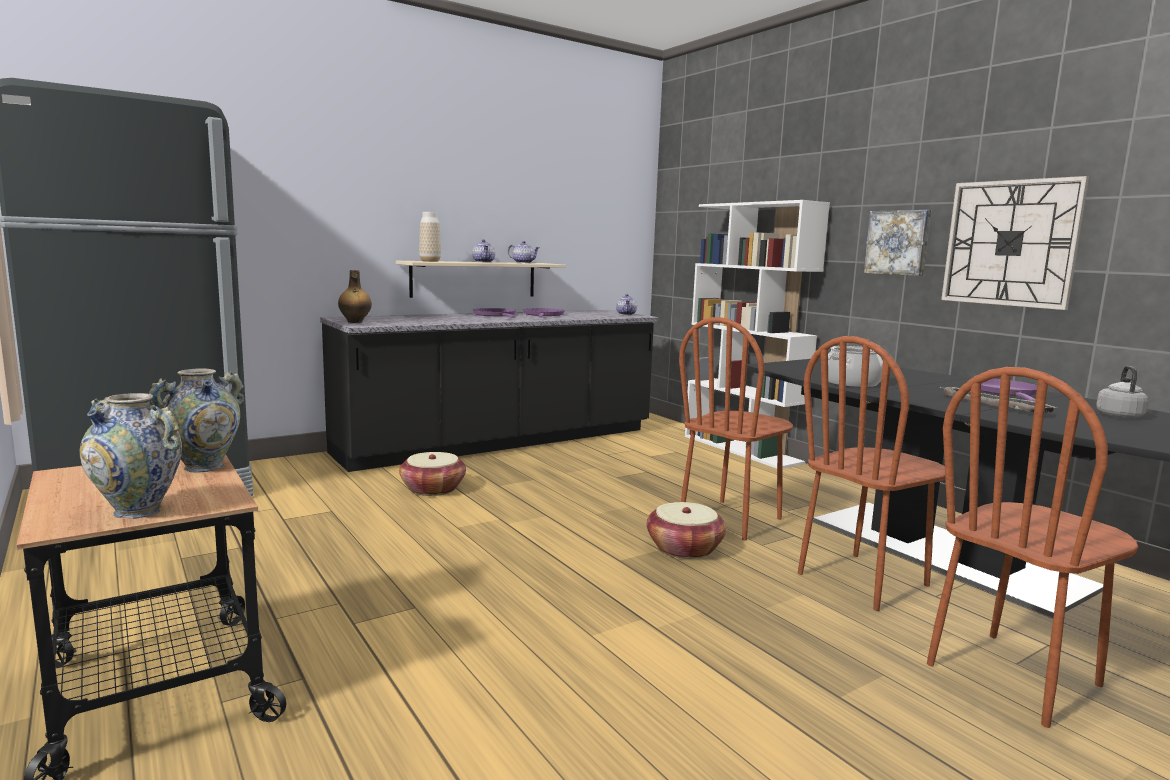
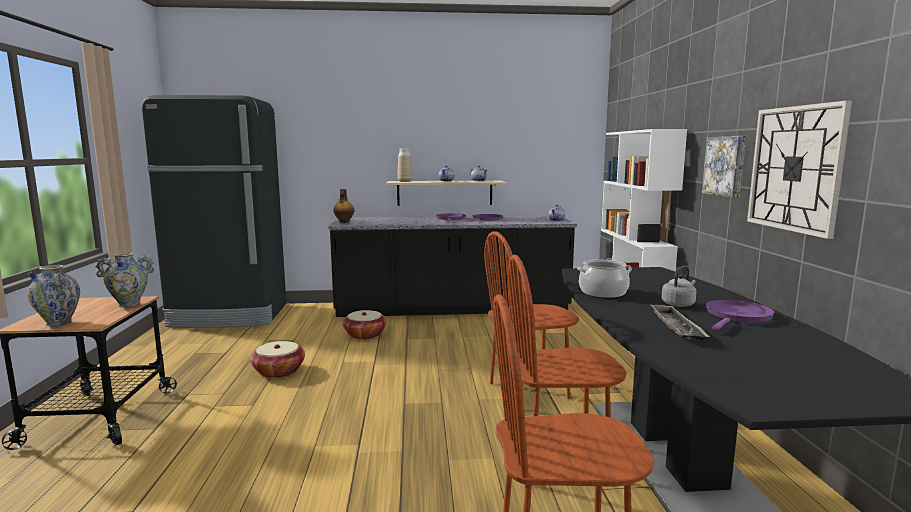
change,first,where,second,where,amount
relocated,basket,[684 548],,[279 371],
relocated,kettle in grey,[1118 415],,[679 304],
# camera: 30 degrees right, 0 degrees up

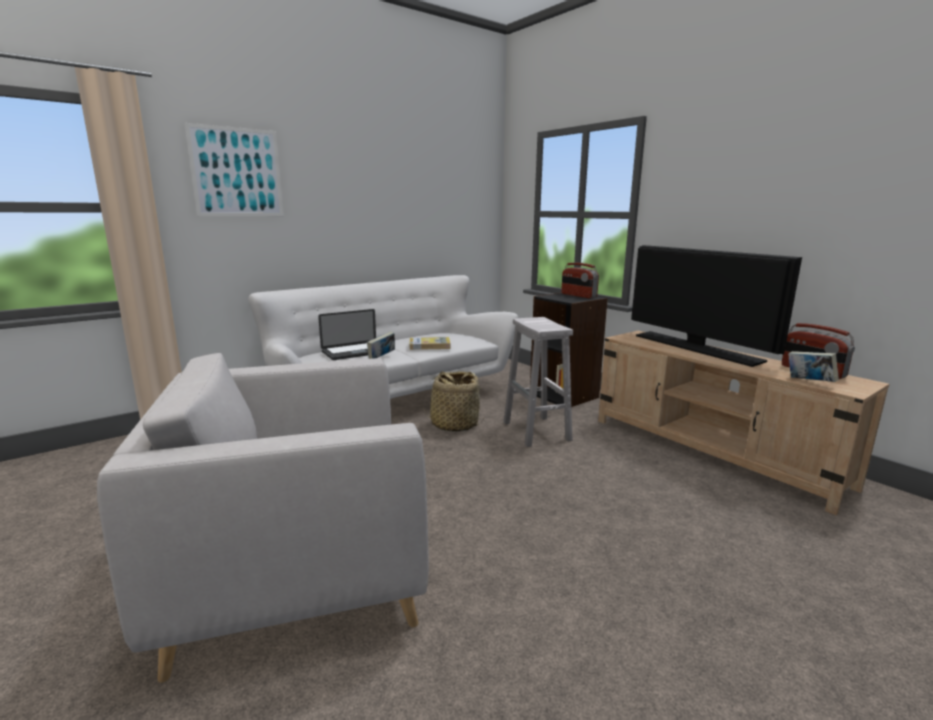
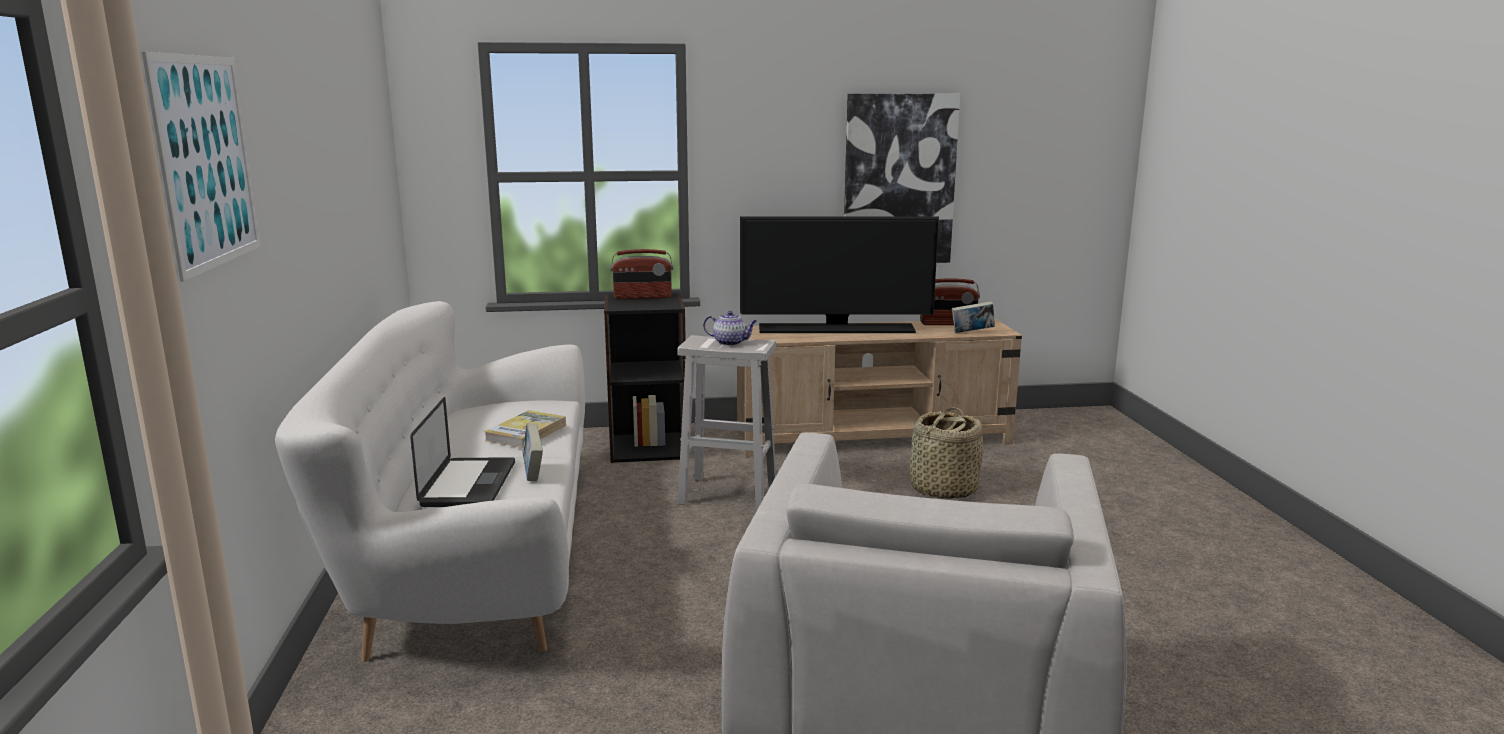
change,first,where,second,where,amount
appeared,,,teapot,[731 343],
appeared,,,picture,[899 180],
relocated,basket,[454 424],,[942 489],
# camera: 60 degrees left, 0 degrees up

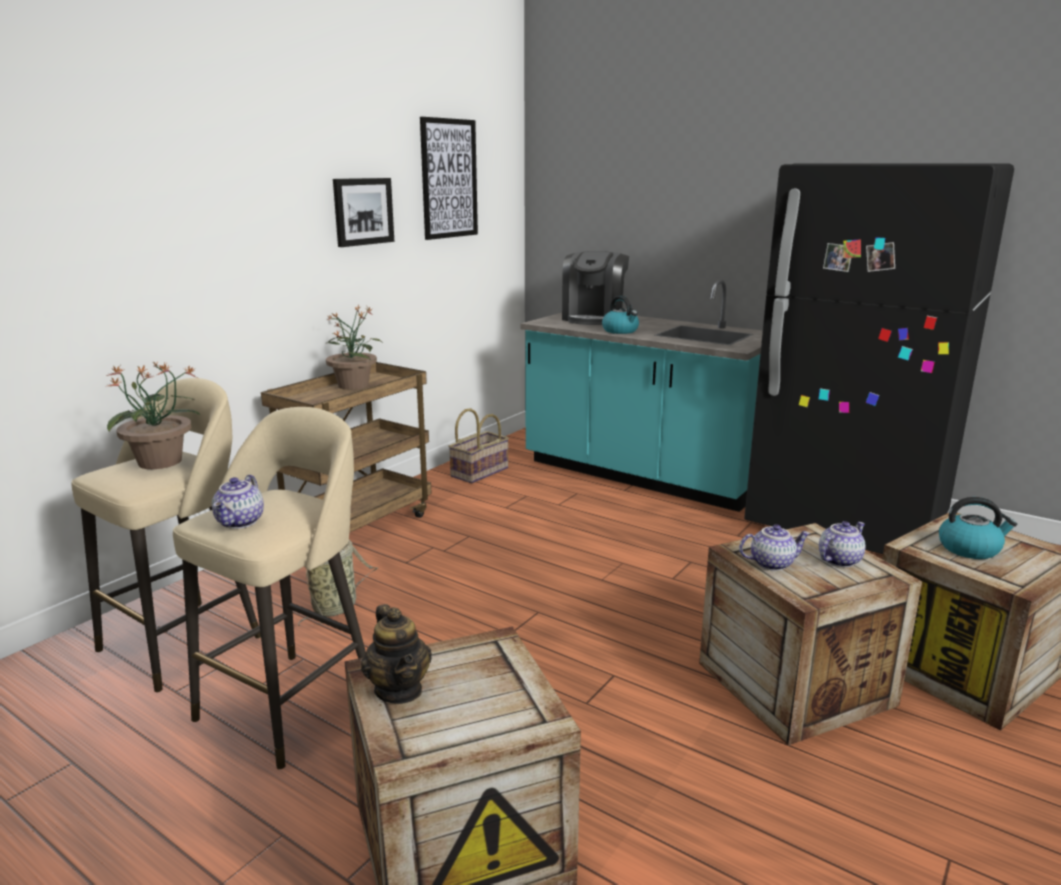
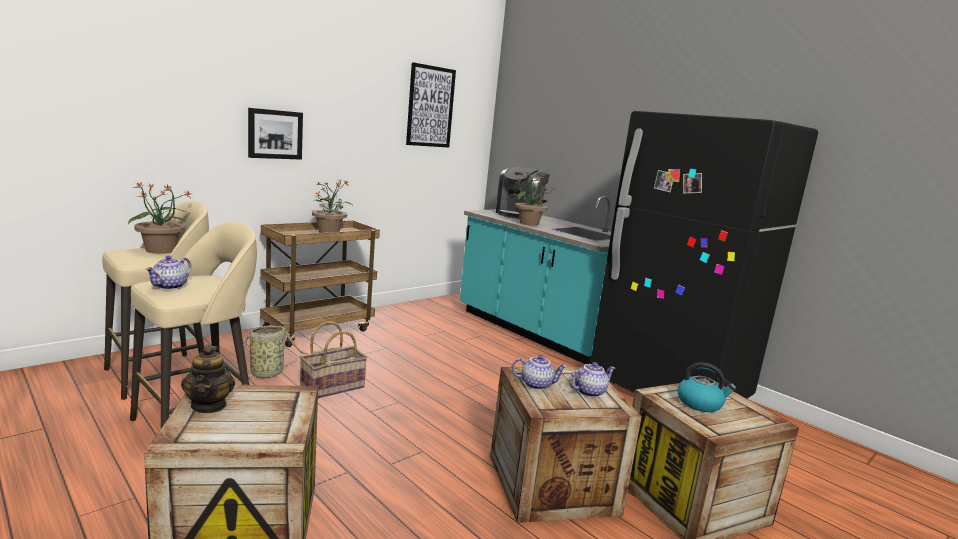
change,first,where,second,where,amount
relocated,picture,[363 211],,[275 134],
relocated,basket,[479 472],,[332 387],
exchanged,kettle,[620 331],potted plant,[528 223],
# camera: 10 degrees right, 5 degrees down

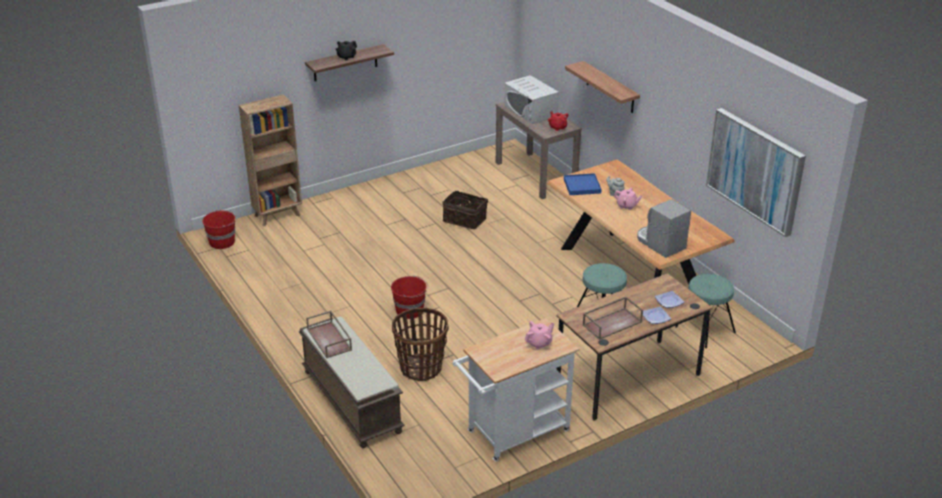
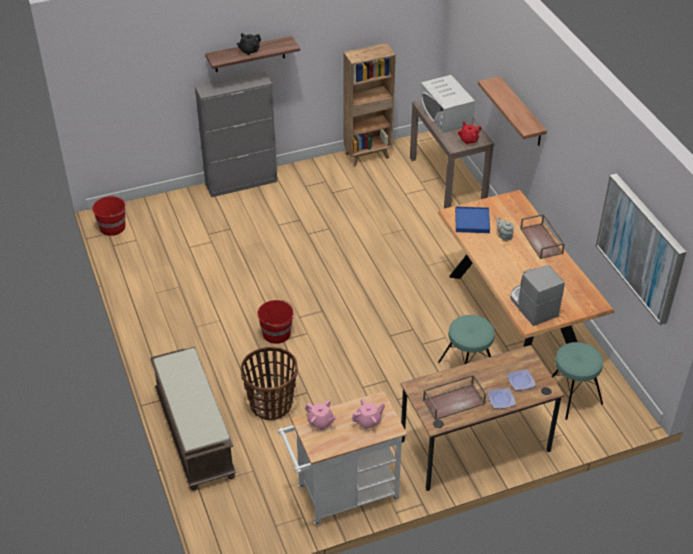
change,first,where,second,where,amount
missing,basket,[465 219],,,
appeared,,,cabinet in grey,[241 183],
relocated,bookcase in brown,[278 215],,[368 155],
relocated,tray in brown,[330 340],,[542 241],
relocated,teapot in pink,[627 206],,[320 422],
# camera: 10 degrees right, 10 degrees up

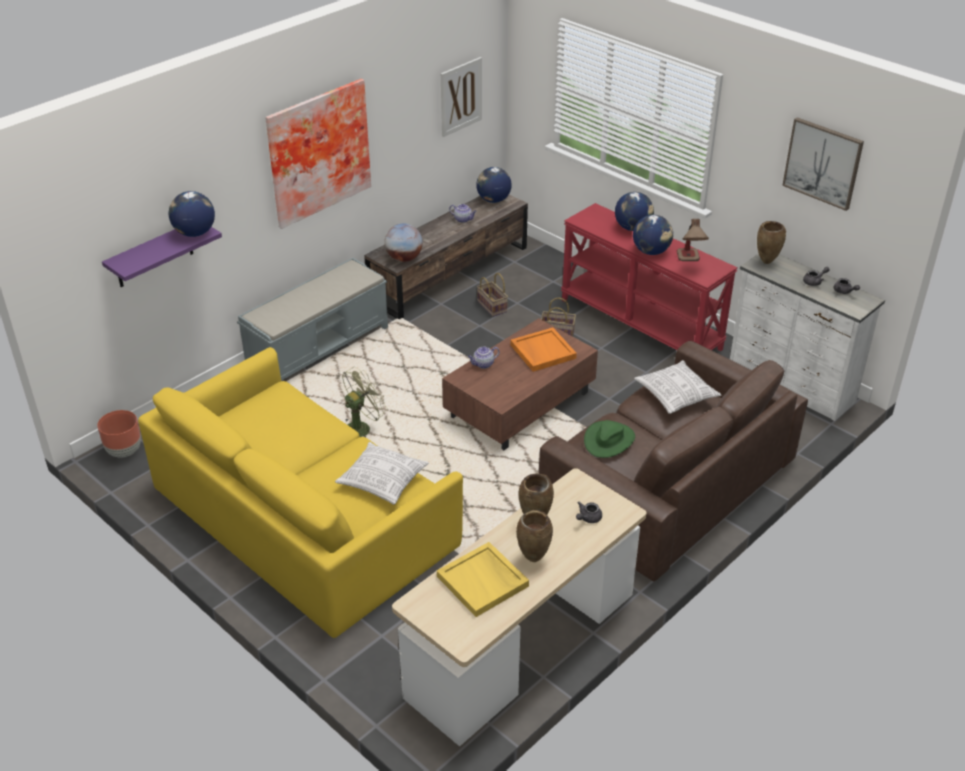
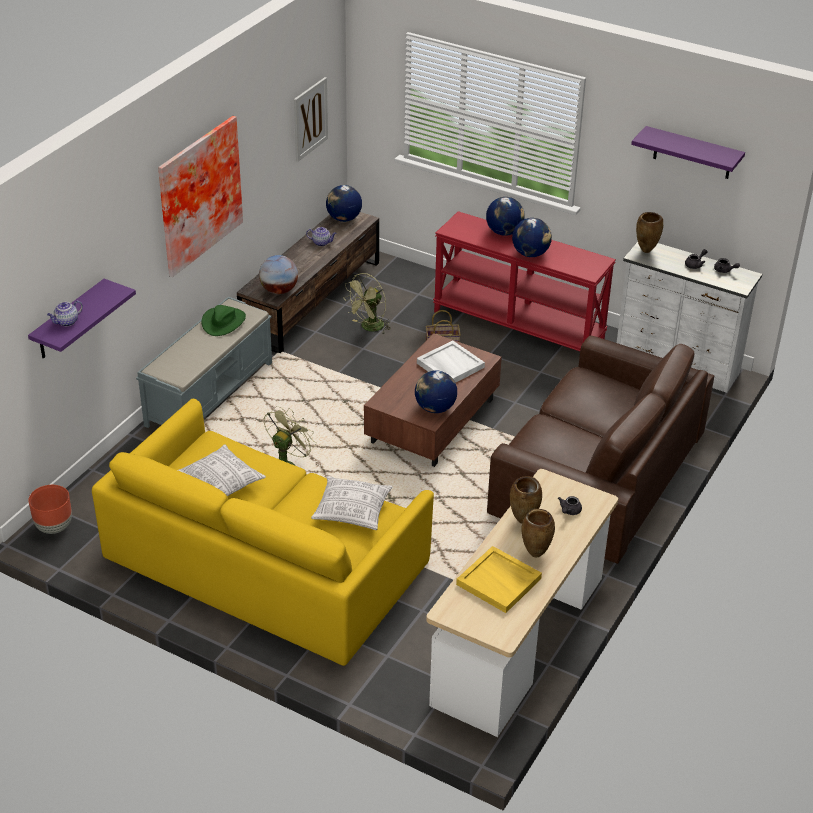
change,first,where,second,where,amount
missing,table lamp,[689 262],,,
relocated,globe,[194 233],,[435 408],
relocated,teapot,[483 364],,[66 322],
relocated,hat in green,[609 440],,[223 322],
relocated,pillow,[675 395],,[220 483],
exchanged,basket,[493 307],fan in green,[369 328],
exchanged,picture,[823 163],shelf in purple,[692 153],
colour,tray in orange,[542 351],tray in white,[449 365],
# camera: 15 degrees left, 0 degrees up

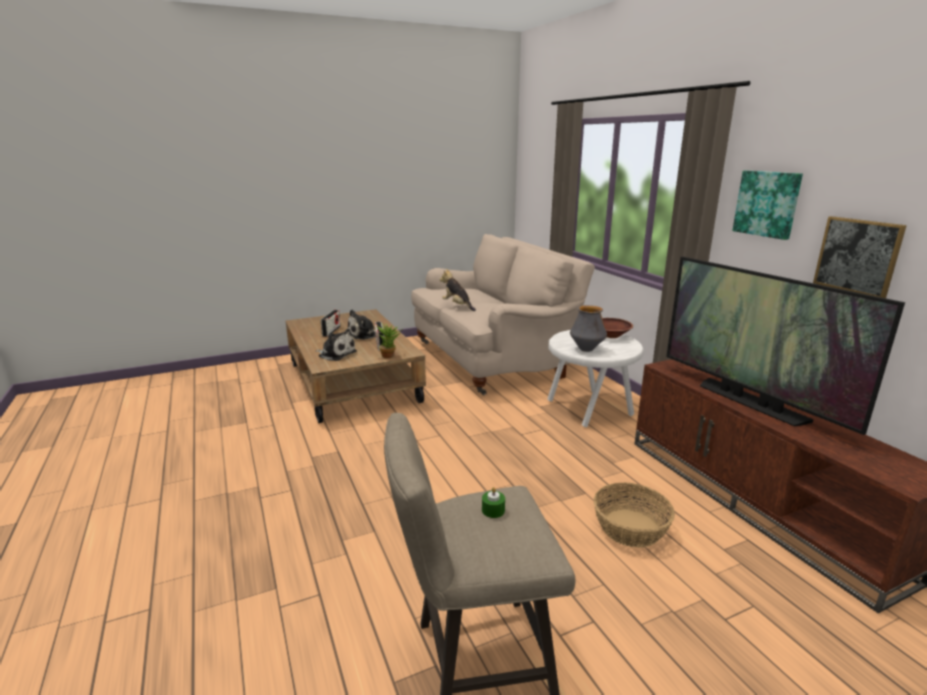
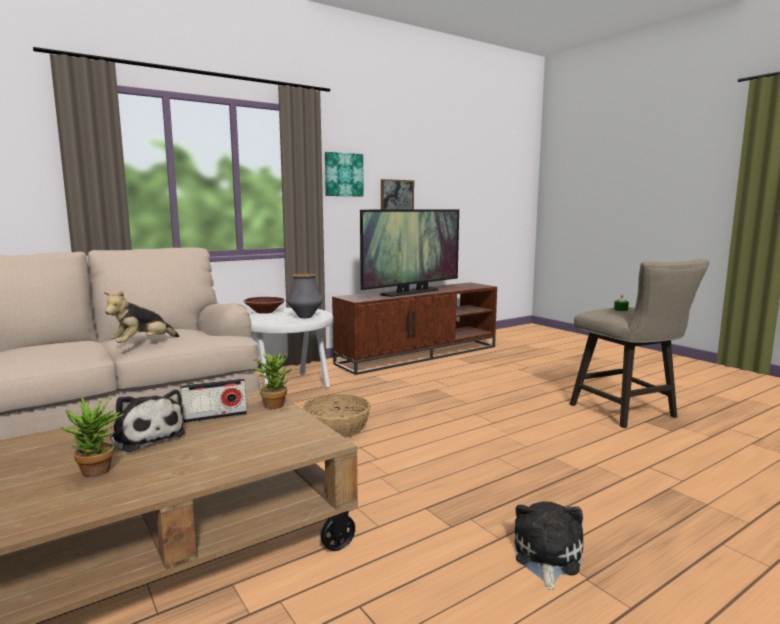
change,first,where,second,where,amount
relocated,plush toy,[336 354],,[546 557],
relocated,basket,[631 528],,[337 428],
exchanged,radio,[331 331],potted plant,[98 473],
# camera: 100 degrees left, 10 degrees down

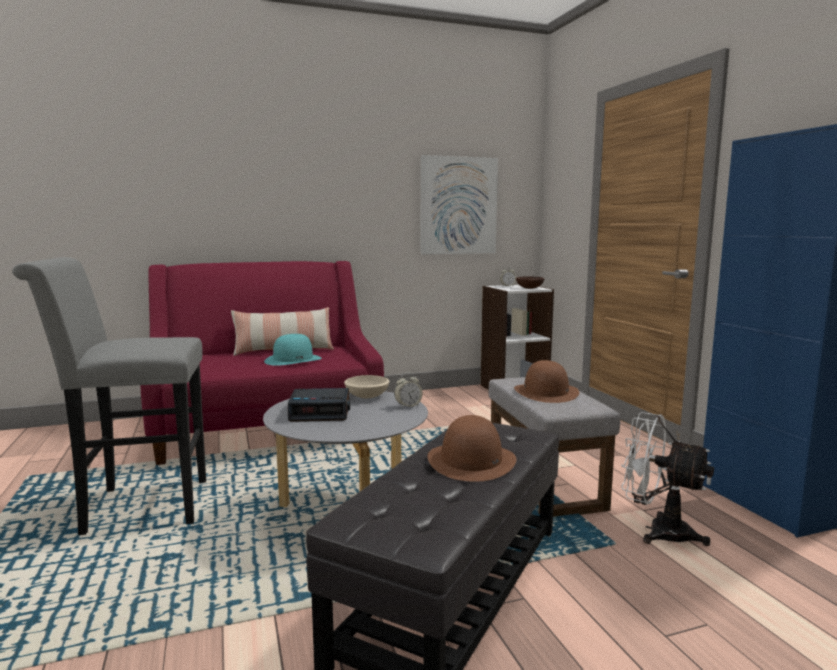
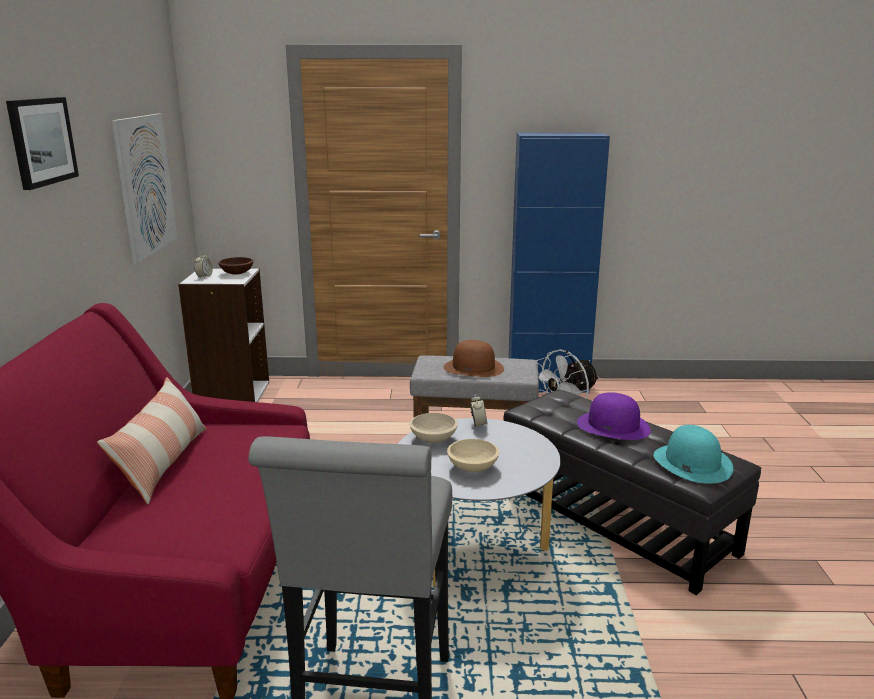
change,first,where,second,where,amount
appeared,,,picture,[41 141],
relocated,hat in turquoise,[293 359],,[692 463],
exchanged,alarm clock,[321 412],bowl in beige,[472 466],
colour,hat in brown,[471 461],hat in purple,[613 426],
# camera: 70 degrees left, 10 degrees up

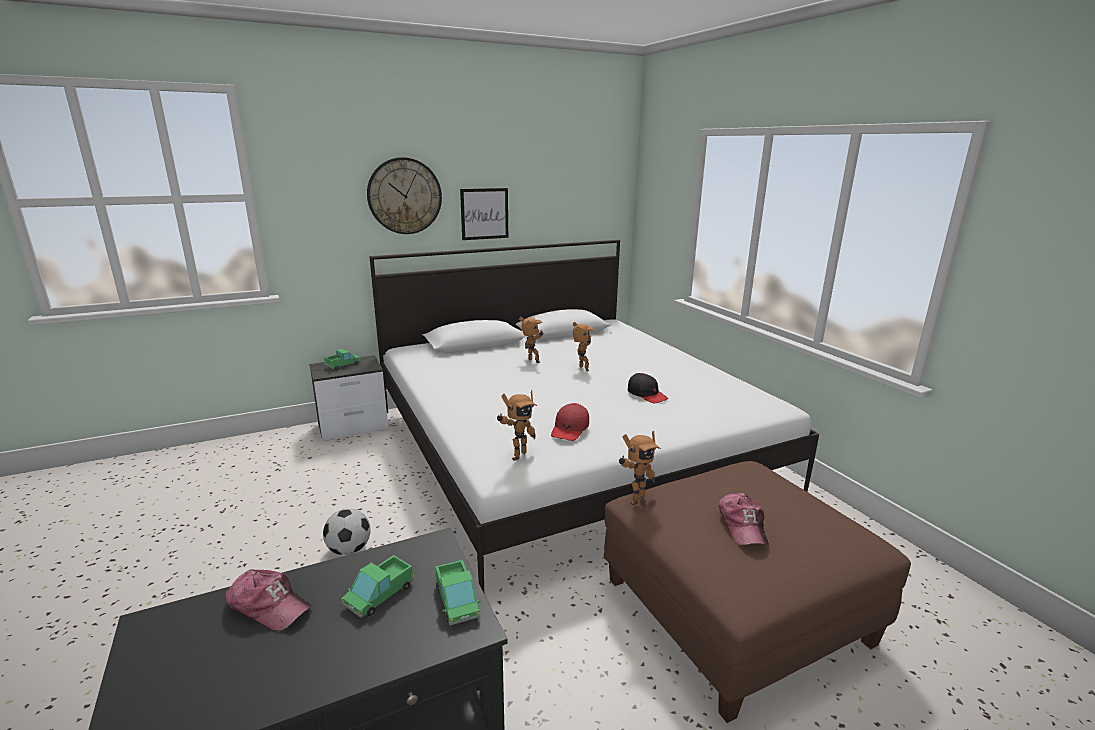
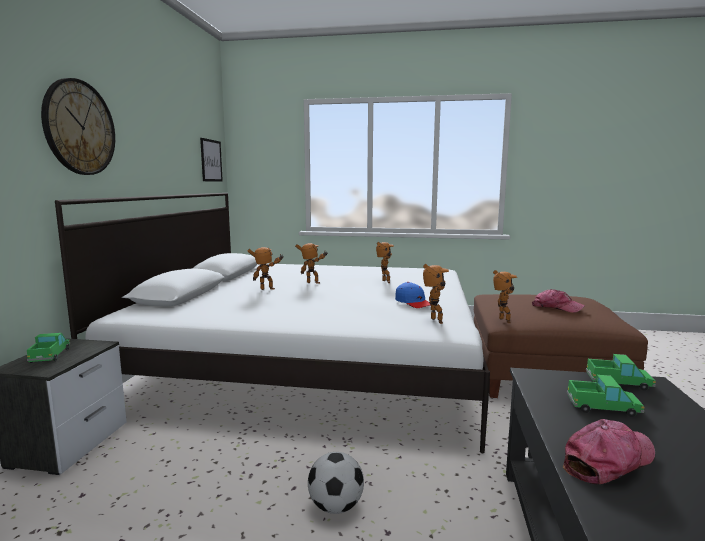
change,first,where,second,where,amount
relocated,picture,[484 214],,[211 160],
exchanged,cap in black,[647 394],toy robot,[384 282],
colour,cap in red,[570 429],cap in blue,[413 302],
spun,toy truck,[379 595],,[603 407],60 degrees counterclockwise
# camera: 55 degrees left, 10 degrees down

